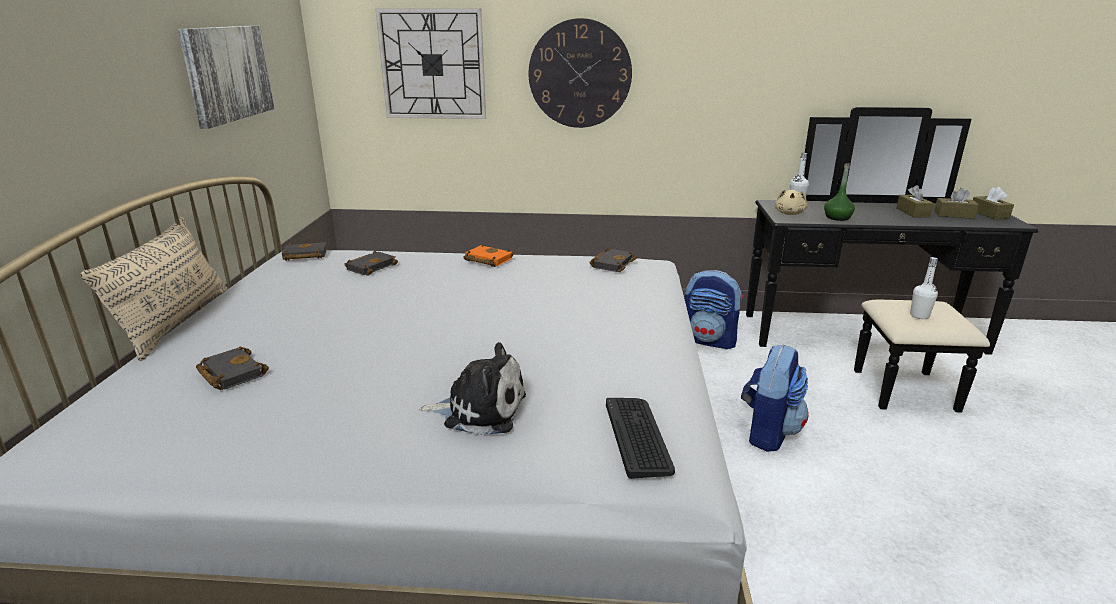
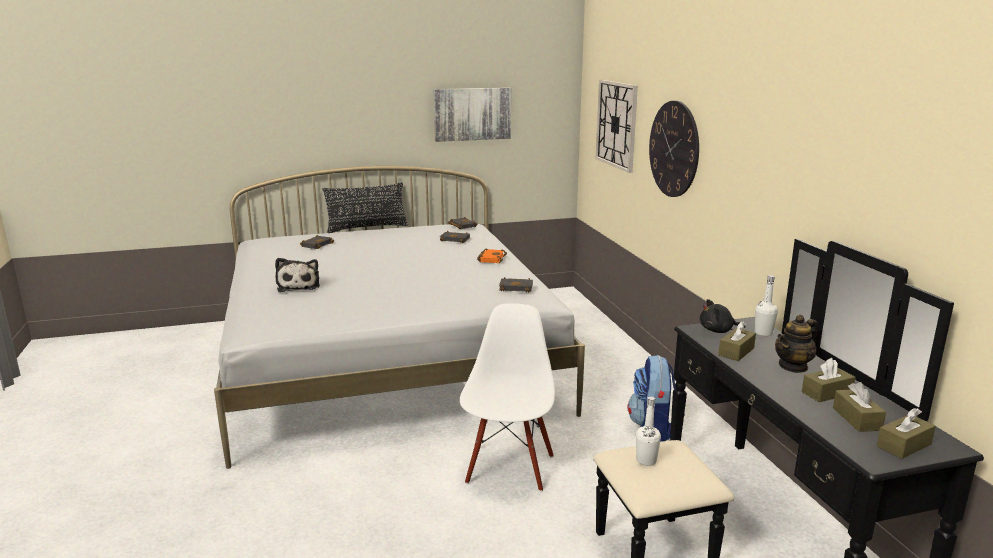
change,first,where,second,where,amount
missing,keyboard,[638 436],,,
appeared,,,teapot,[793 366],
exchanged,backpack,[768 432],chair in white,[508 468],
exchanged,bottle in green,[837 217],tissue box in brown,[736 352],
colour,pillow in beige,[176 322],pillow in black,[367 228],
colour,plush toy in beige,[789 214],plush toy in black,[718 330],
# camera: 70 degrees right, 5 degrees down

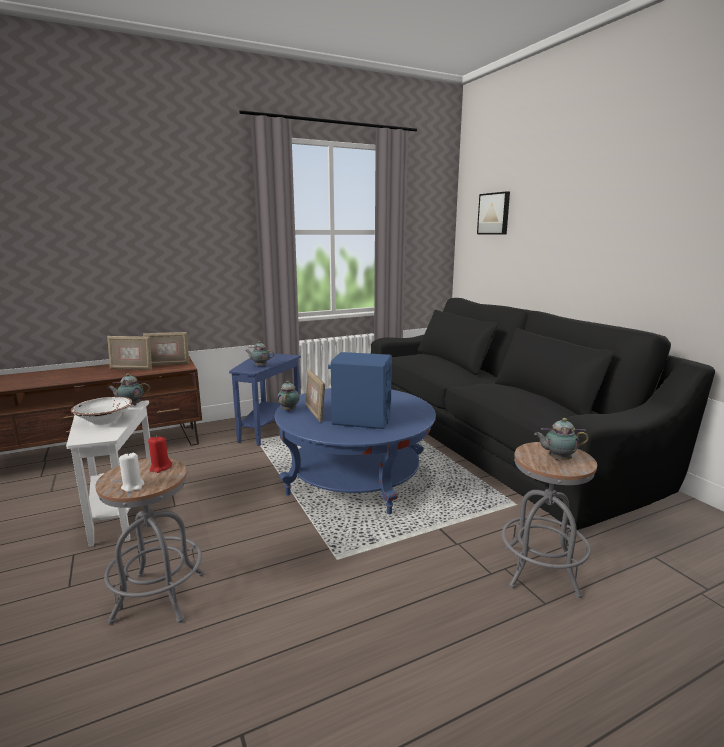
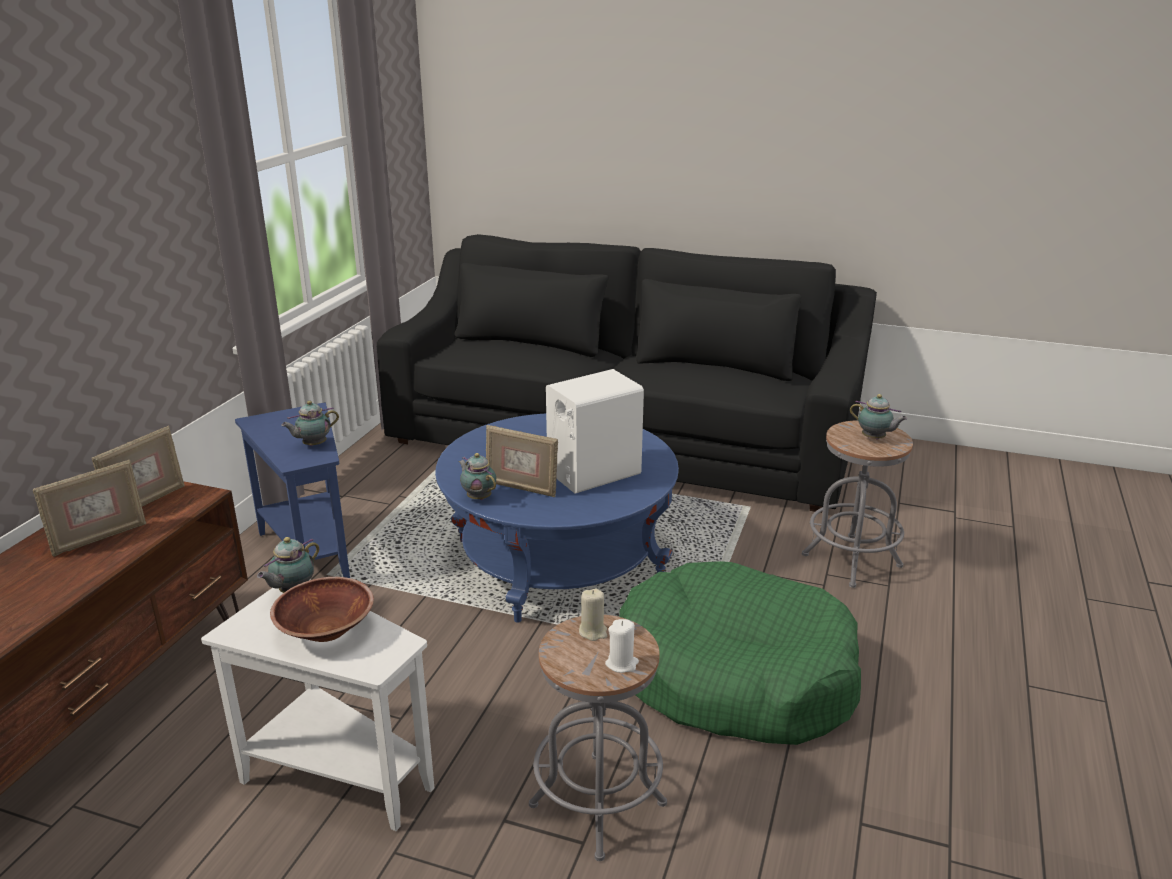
change,first,where,second,where,amount
missing,picture,[494 213],,,
appeared,,,dog bed in green,[734 675],
colour,bowl in white,[104 421],bowl in brown,[326 630],
colour,candle in red,[160 467],candle in beige,[593 632],
colour,speaker in blue,[361 420],speaker in white,[593 473],
spun,teapot,[557 459],,[875 439],105 degrees counterclockwise
# camera: 45 degrees left, 10 degrees up

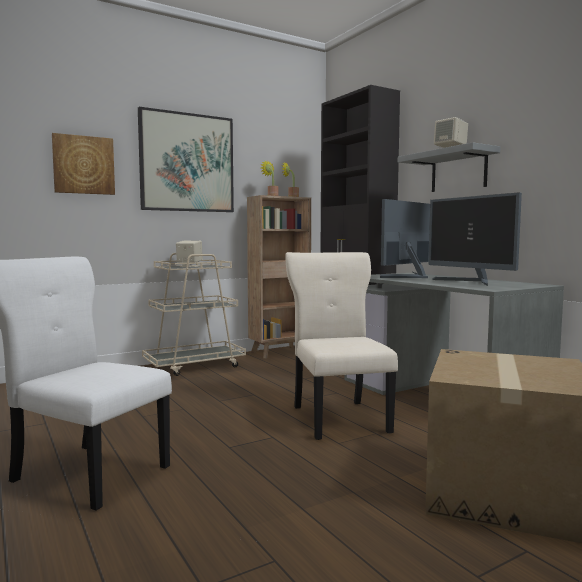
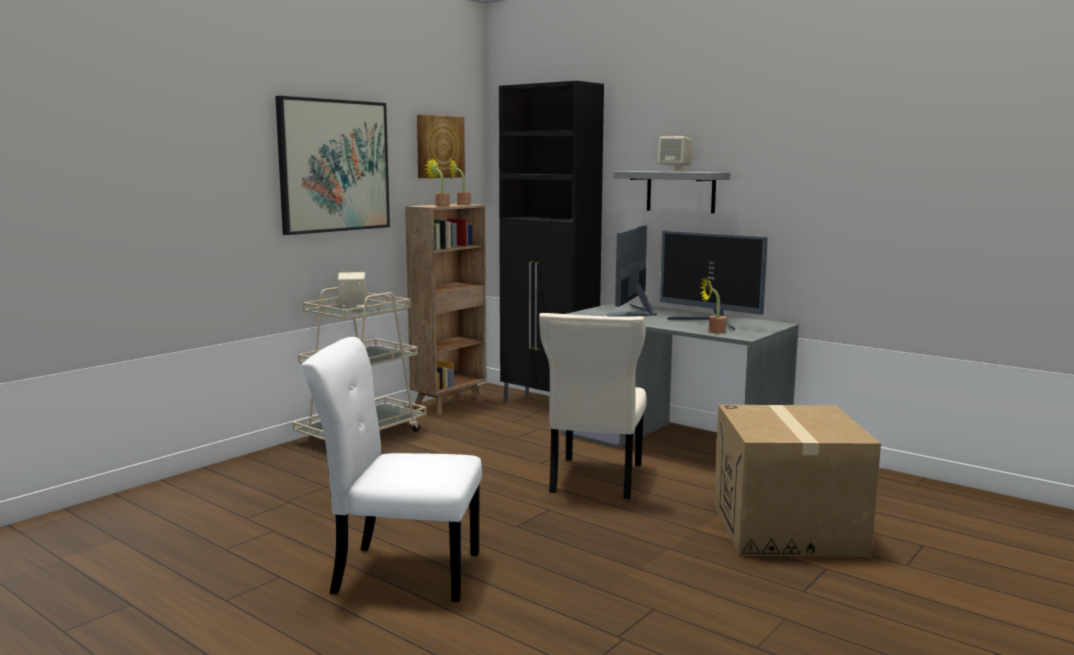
change,first,where,second,where,amount
appeared,,,potted plant,[713 332],
relocated,picture,[83 165],,[439 147],
spun,chair in beige,[339 417],,[595 480],135 degrees counterclockwise
# camera: 20 degrees left, 5 degrees up

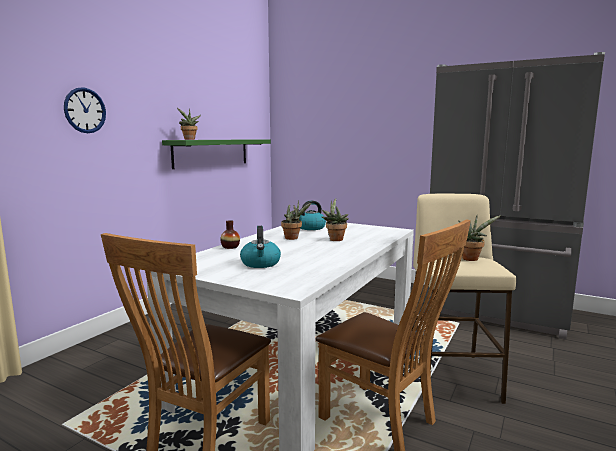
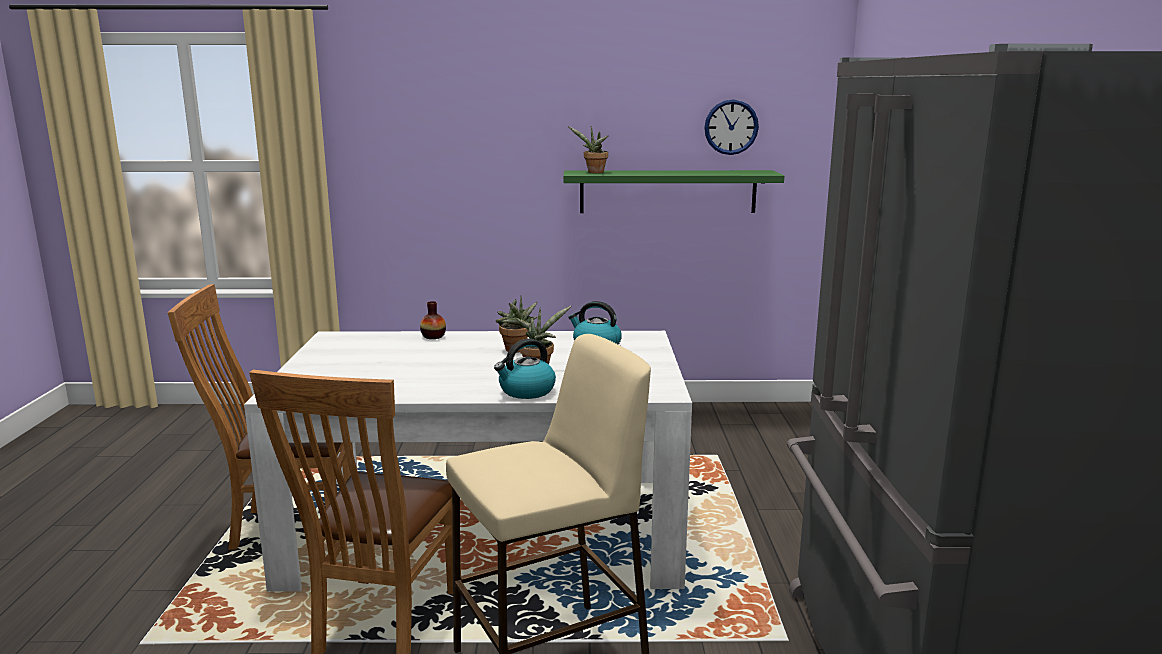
change,first,where,second,where,amount
missing,potted plant,[471 258],,,
relocated,wall clock,[85 110],,[731 127],
relocated,kettle,[261 263],,[526 391],
# camera: 60 degrees right, 5 degrees up

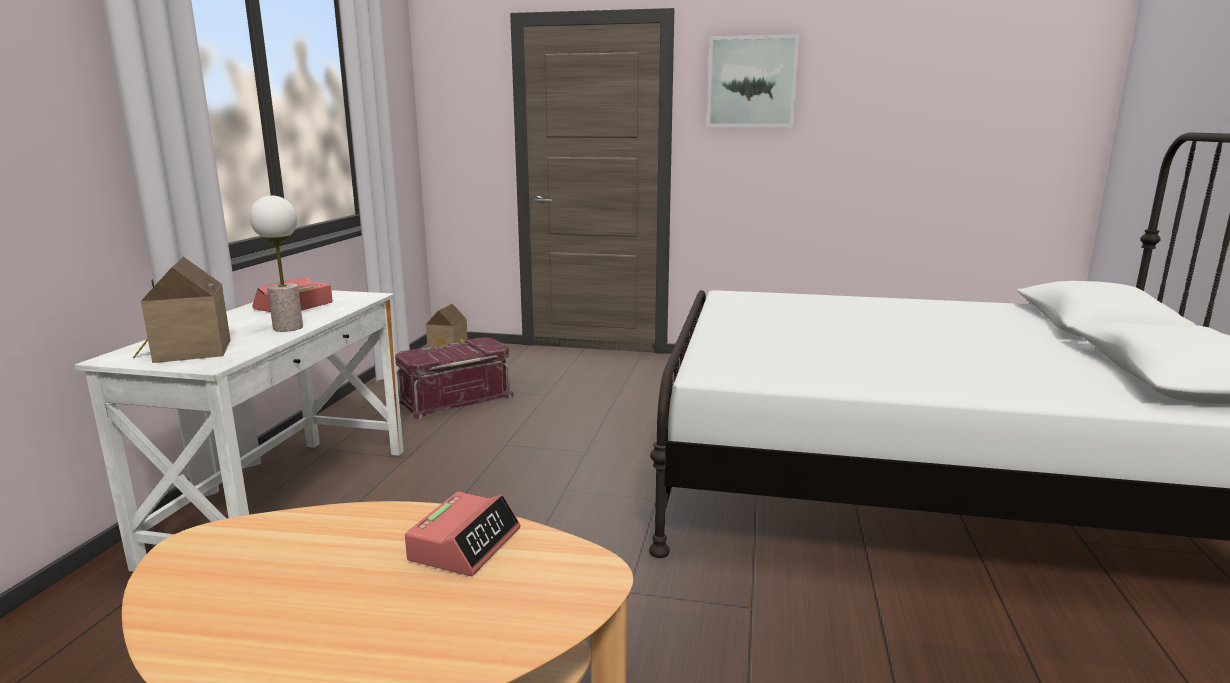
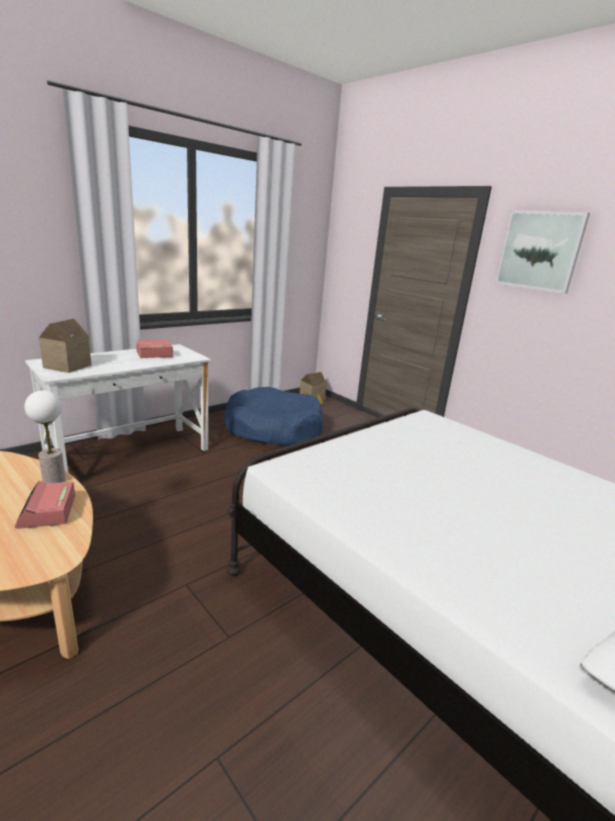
change,first,where,second,where,amount
relocated,table lamp,[288 328],,[54 480],
exchanged,storage box in red,[455 398],dog bed in blue,[273 429],
spun,alarm clock,[465 544],,[47 511],105 degrees clockwise
# camera: 35 degrees right, 5 degrees up

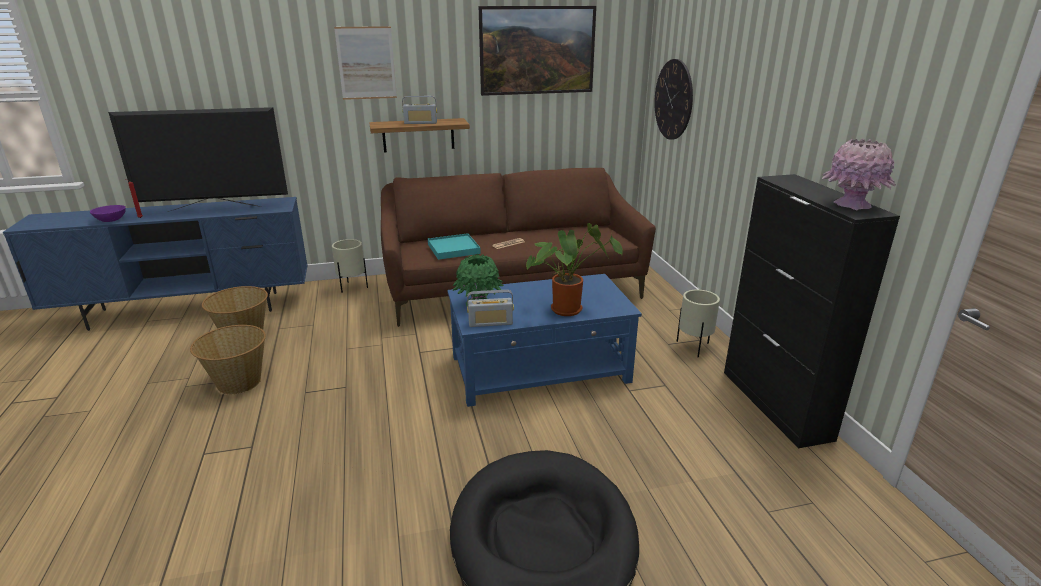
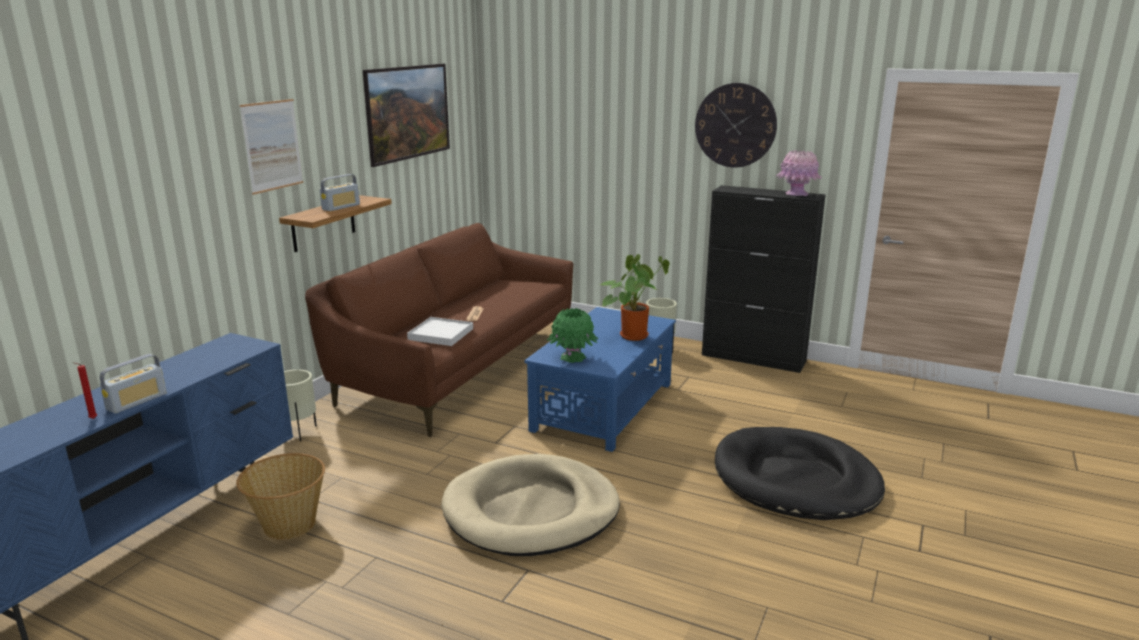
change,first,where,second,where,amount
missing,bowl in purple,[111 220],,,
missing,television,[215 208],,,
missing,basket,[238 382],,,
appeared,,,dog bed in beige,[531 511],
relocated,radio,[490 323],,[137 401],
relocated,wall clock,[673 99],,[735 125],
colour,tray in turquoise,[454 249],tray in white,[441 334],
# camera: 50 degrees left, 5 degrees down

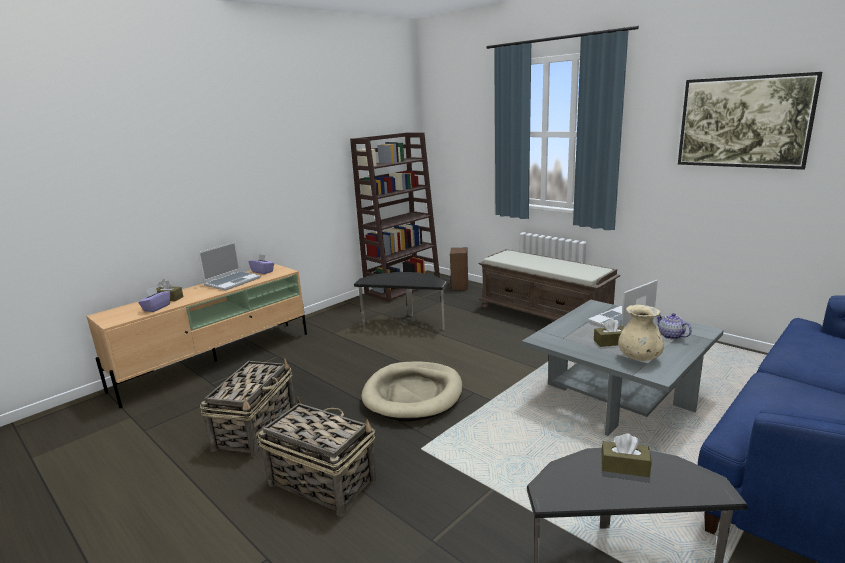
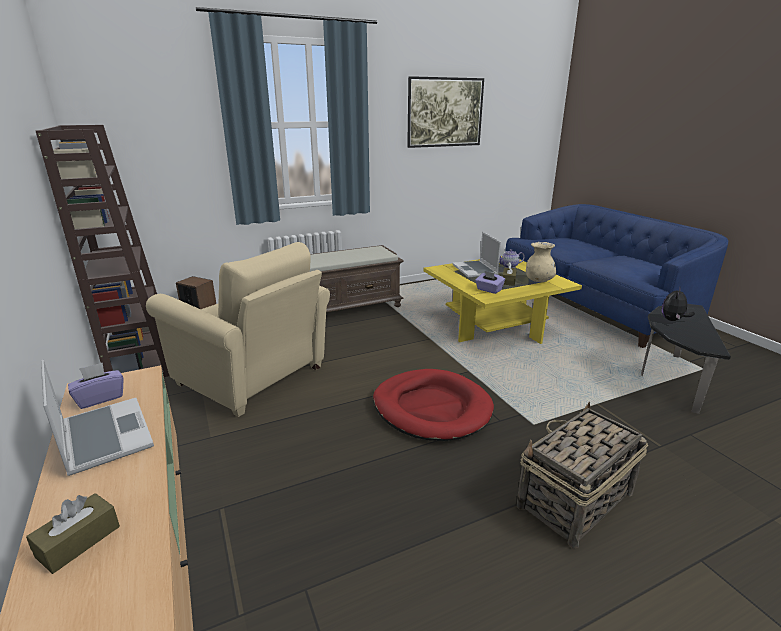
change,first,where,second,where,amount
missing,basket,[256 428],,,
relocated,tissue box in purple,[156 308],,[489 290],
exchanged,side table,[405 323],armchair in beige,[254 378],
exchanged,tissue box in brown,[624 466],plush toy,[673 320],
colour,dog bed in beige,[413 394],dog bed in red,[431 408],
colour,coffee table in grey,[617 397],coffee table in yellow,[493 326],
# camera: 70 degrees left, 5 degrees up

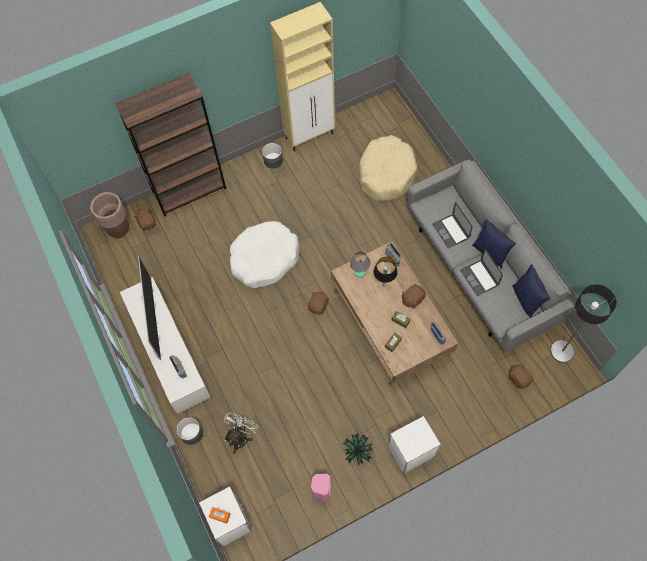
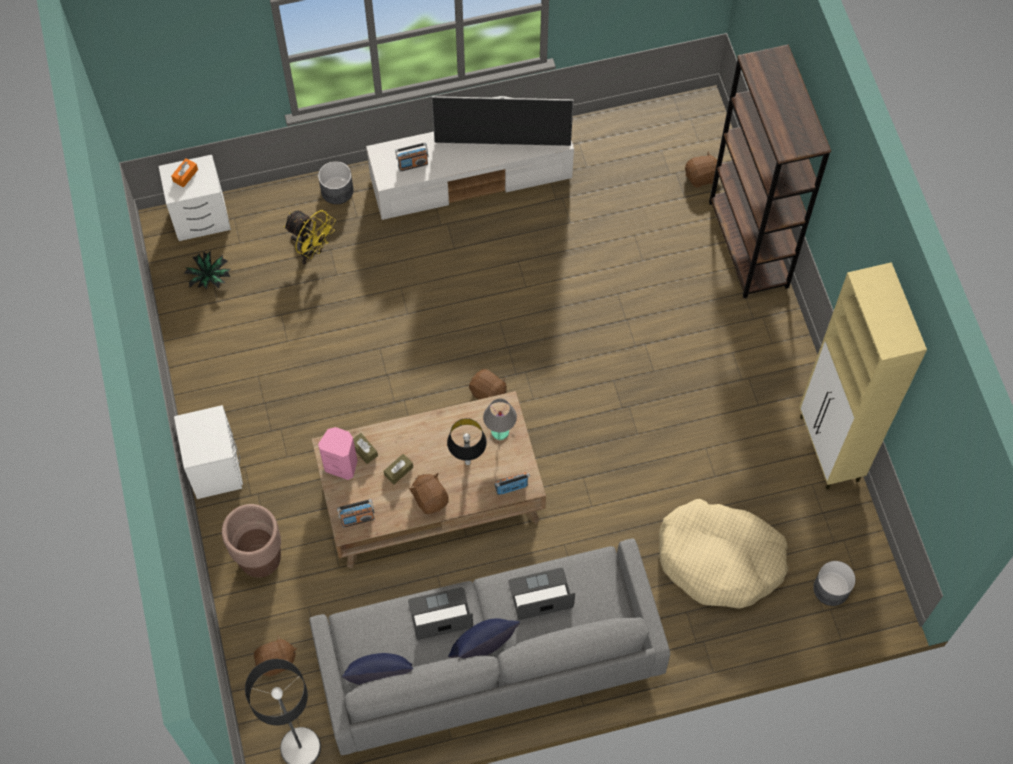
change,first,where,second,where,amount
missing,dog bed in white,[264 259],,,
relocated,planter in brown,[118 229],,[260 560],
relocated,planter in grey,[273 160],,[831 589],
relocated,speaker in pink,[321 490],,[342 465],
relocated,potted plant,[358 451],,[209 278],
colour,fan in white,[241 437],fan in yellow,[312 250],
# camera: 100 degrees right, 0 degrees up

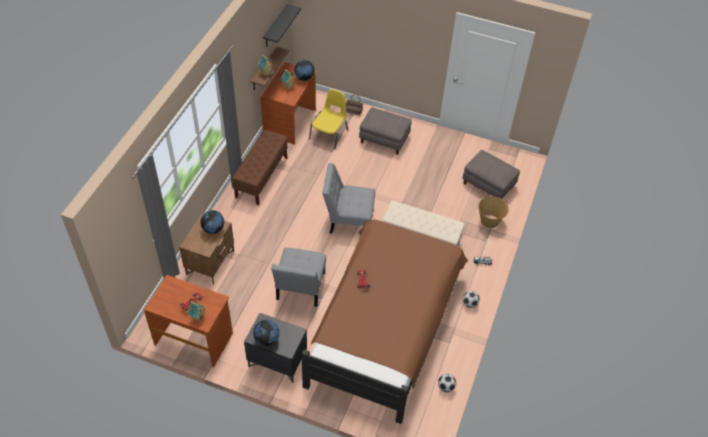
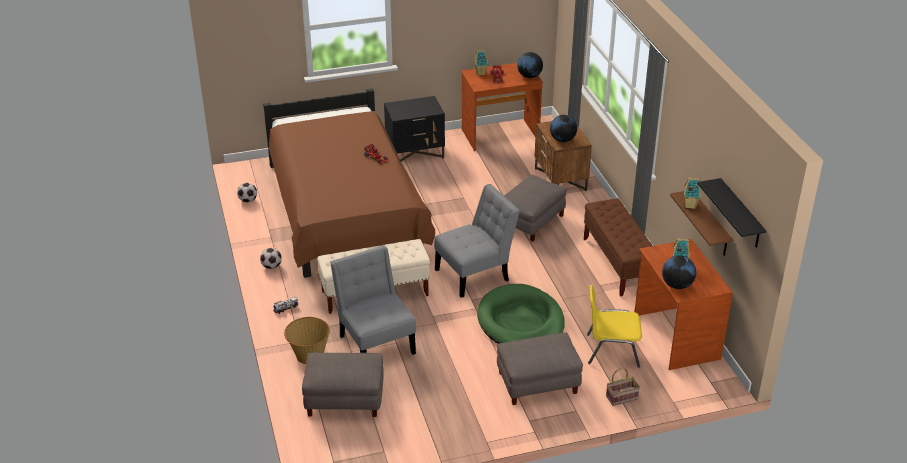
change,first,where,second,where,amount
appeared,,,dog bed in green,[521 322],
appeared,,,ottoman in grey,[530 221],
relocated,globe,[267 339],,[529 76],
relocated,chair in grey,[300 289],,[375 342],
spun,chair in yellow,[329 134],,[611 350],105 degrees clockwise
# camera: 145 degrees right, 15 degrees down

